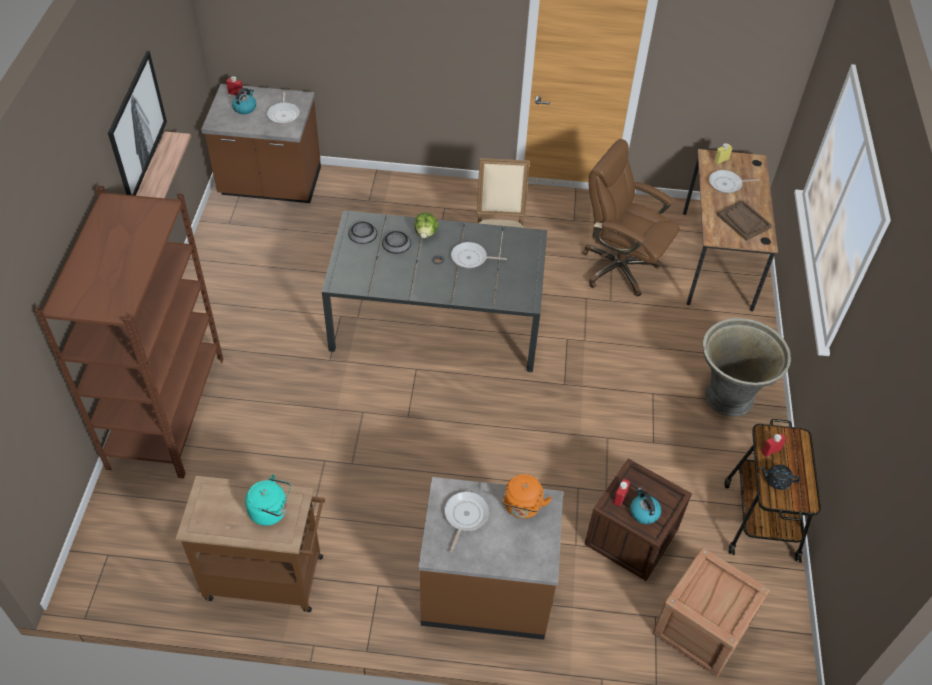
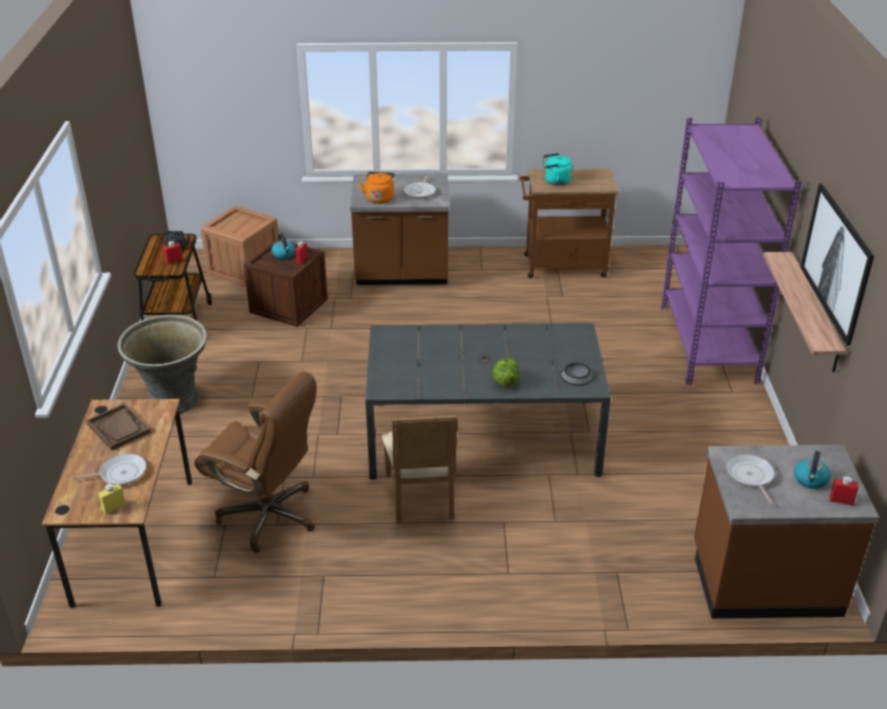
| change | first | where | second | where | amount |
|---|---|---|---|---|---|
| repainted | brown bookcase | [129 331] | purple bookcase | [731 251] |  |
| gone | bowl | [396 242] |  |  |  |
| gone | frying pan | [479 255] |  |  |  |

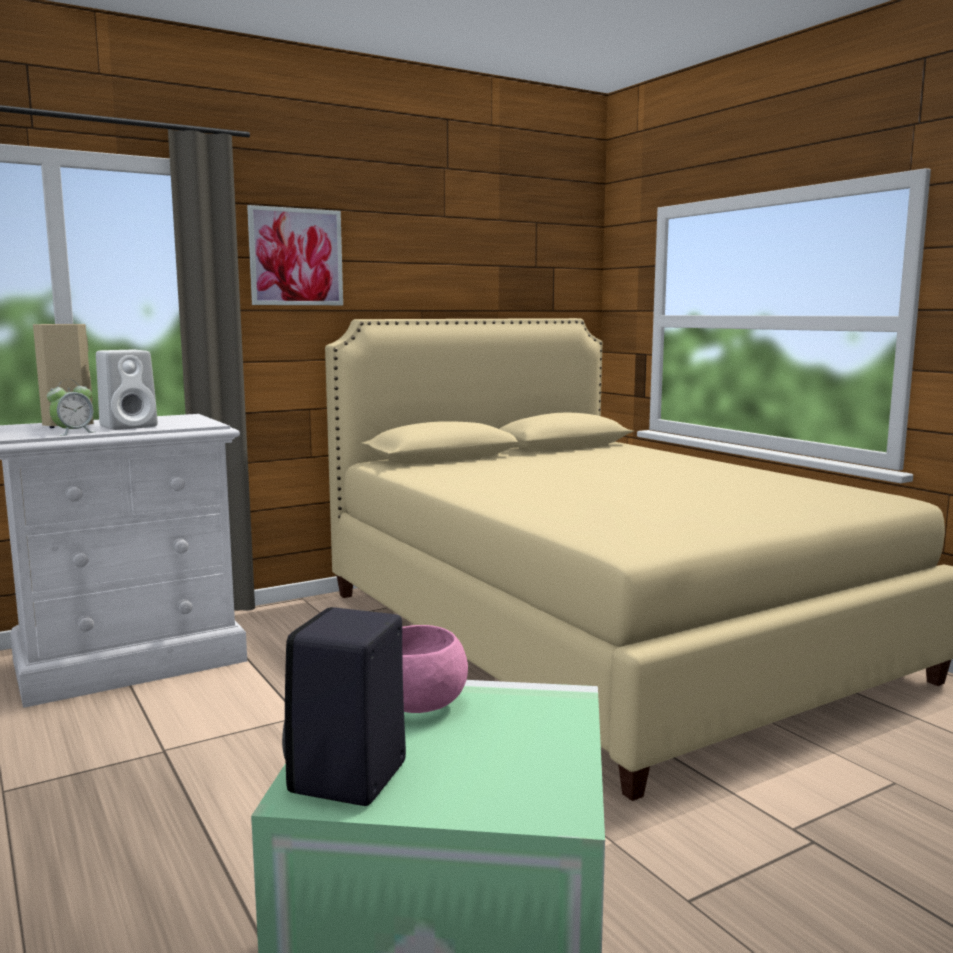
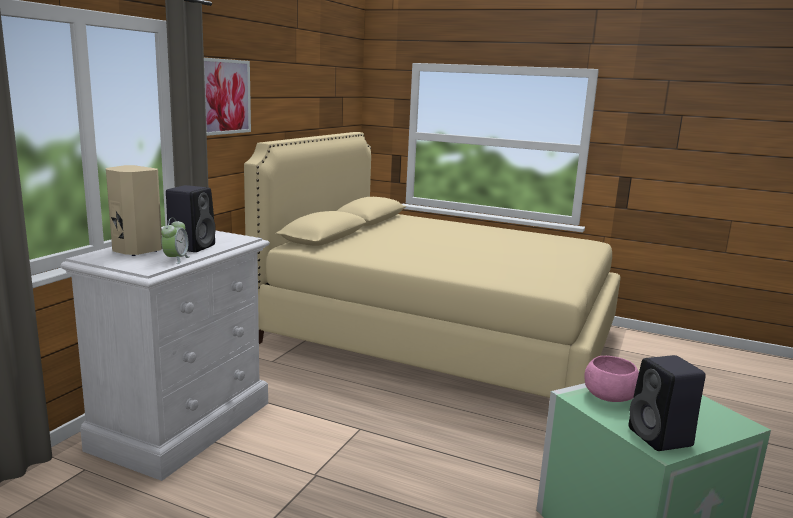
| change | first | where | second | where | amount |
|---|---|---|---|---|---|
| repainted | white speaker | [127 390] | black speaker | [191 218] |  |

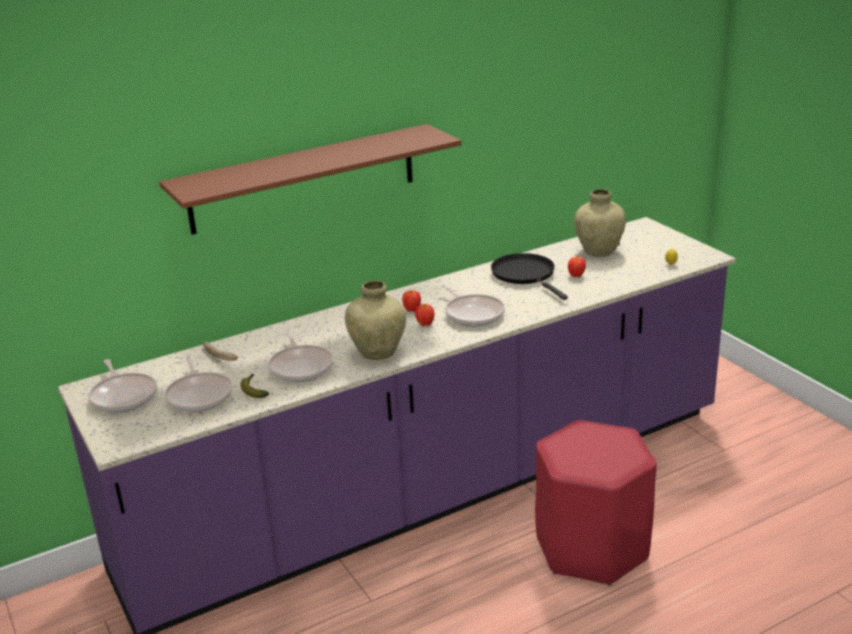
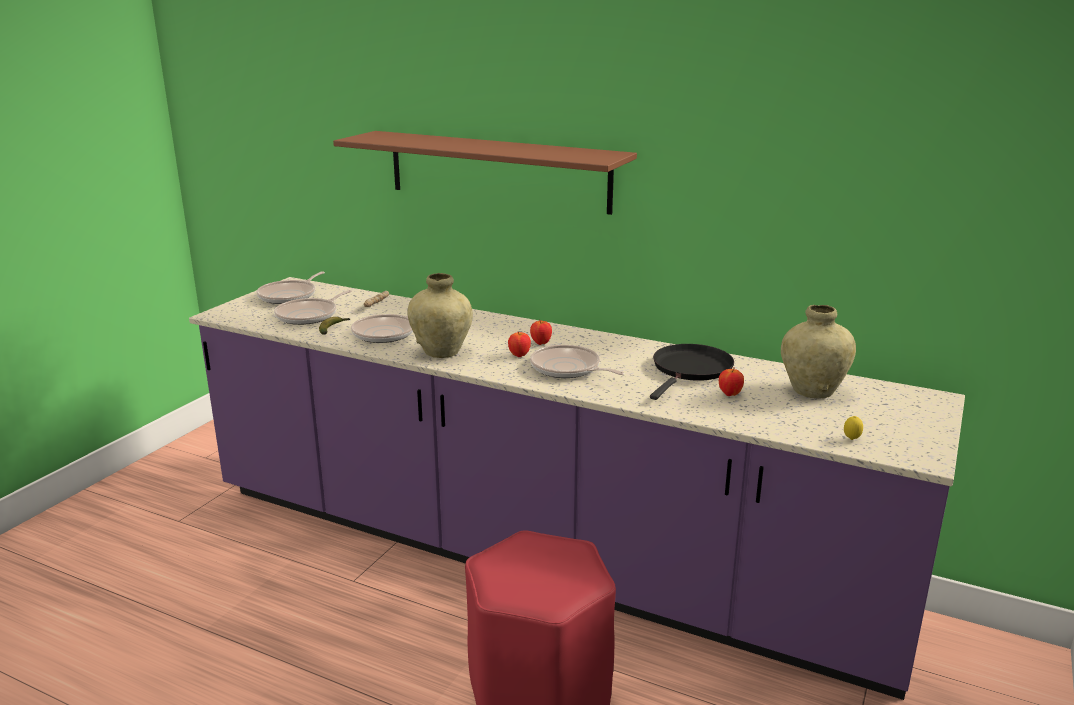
| change | first | where | second | where | amount |
|---|---|---|---|---|---|
| rotated | frying pan | [473 305] |  | [577 361] | 105 degrees clockwise |

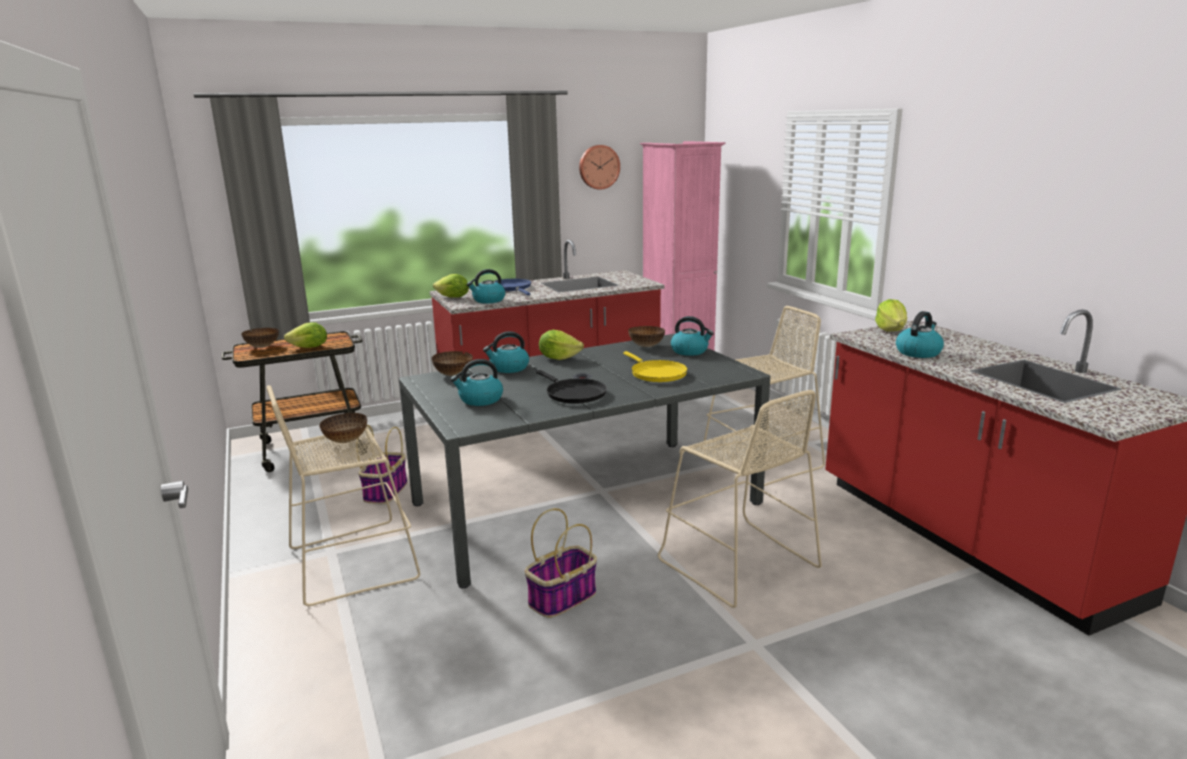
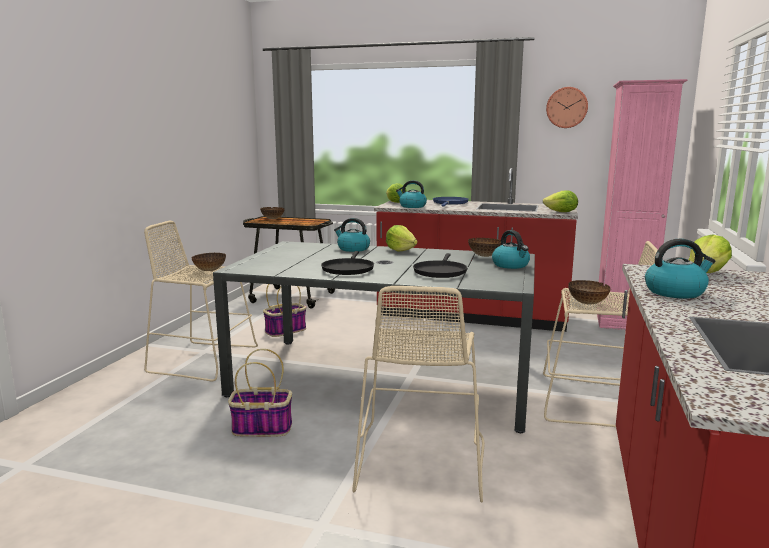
| change | first | where | second | where | amount |
|---|---|---|---|---|---|
| shifted | lettuce | [305 335] |  | [560 201] |  |
| shifted | bowl | [452 363] |  | [589 292] |  |
| repainted | yellow frying pan | [655 366] | black frying pan | [440 265] |  |
| gone | kettle | [476 382] |  |  |  |

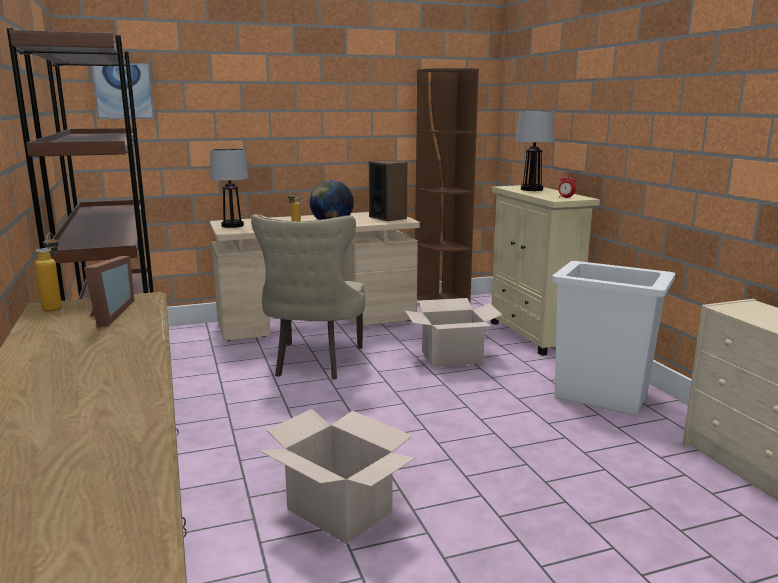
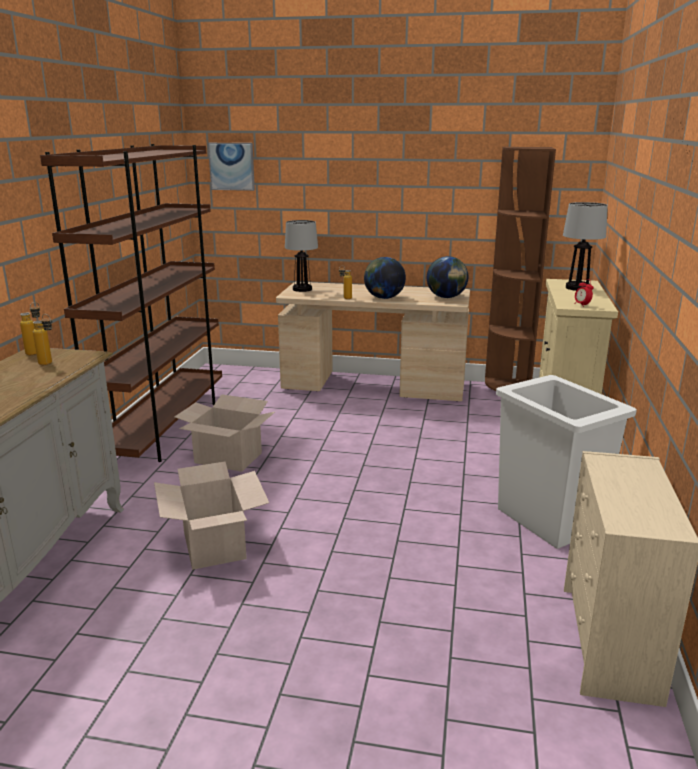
| change | first | where | second | where | amount |
|---|---|---|---|---|---|
| swapped | speaker | [388 190] | globe | [447 277] |  |
| gone | beige chair | [308 296] |  |  |  |
| swapped | picture frame | [109 291] | bottle | [42 339] |  |
| shifted | cardboard box | [453 332] |  | [225 433] |  |

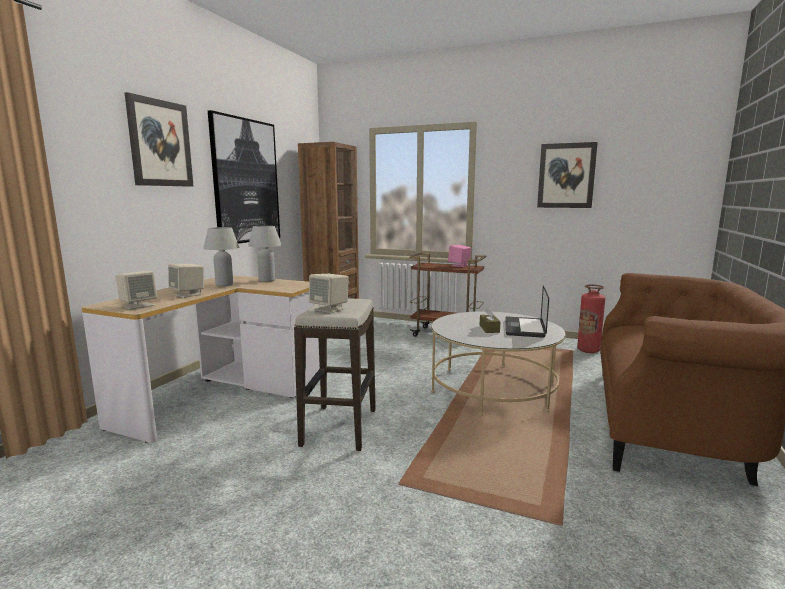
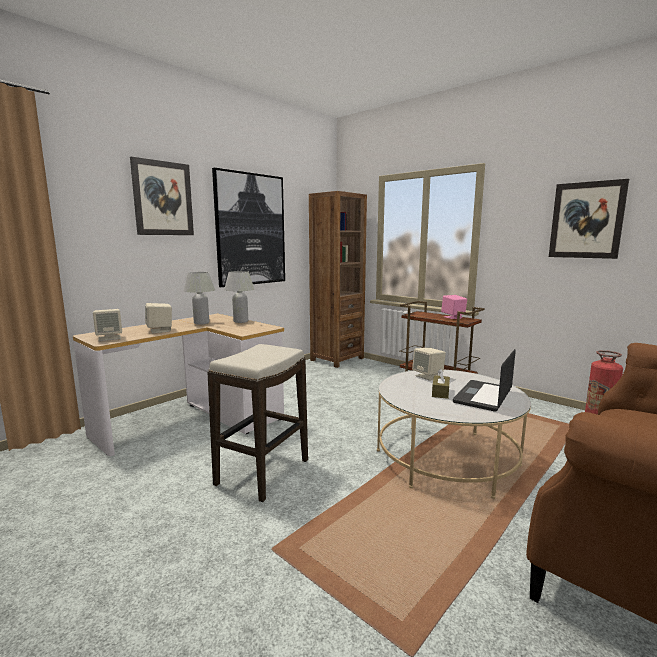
| change | first | where | second | where | amount |
|---|---|---|---|---|---|
| shifted | beige speaker | [329 293] |  | [429 364] |  |

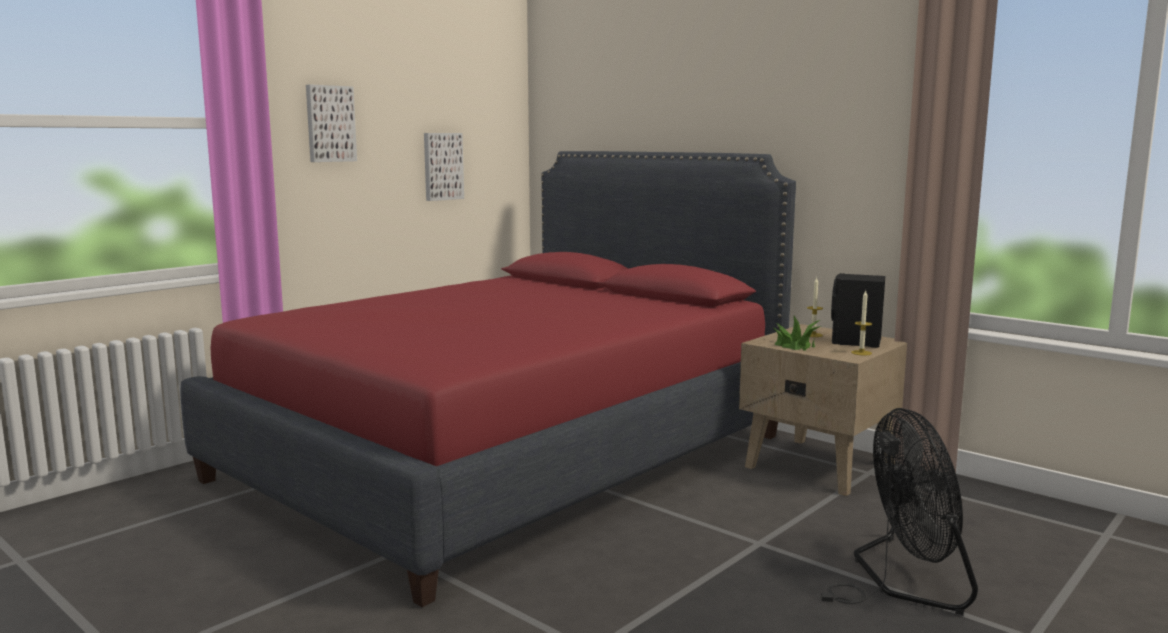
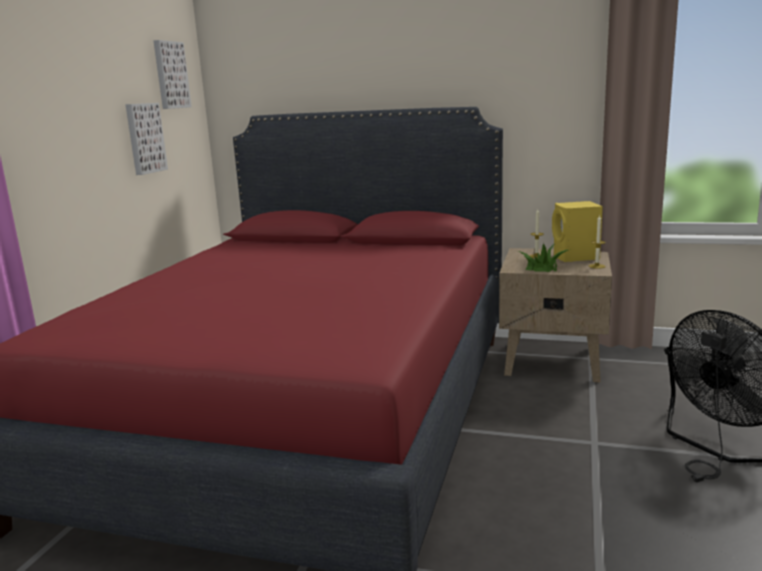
| change | first | where | second | where | amount |
|---|---|---|---|---|---|
| shifted | picture | [331 123] |  | [172 74] |  |
| repainted | black speaker | [858 310] | yellow speaker | [577 231] |  |

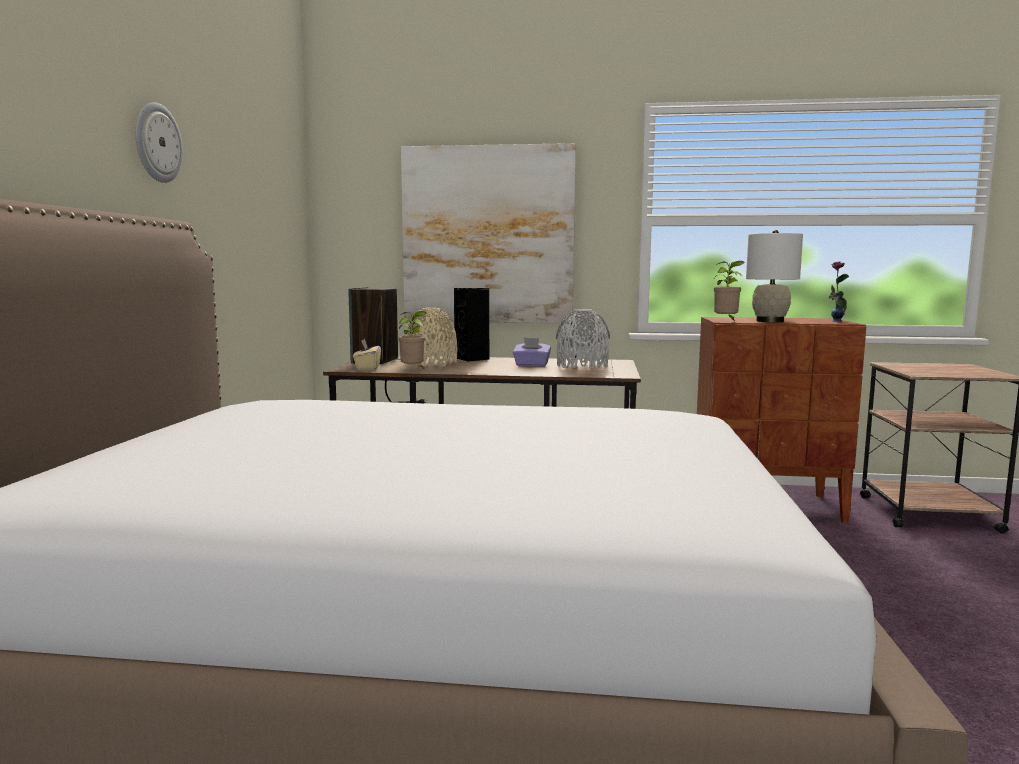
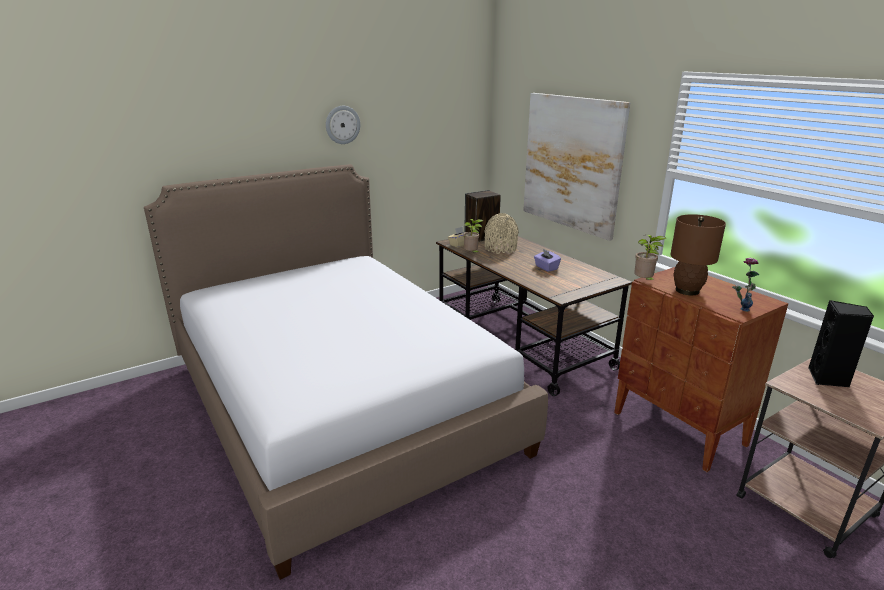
| change | first | where | second | where | amount |
|---|---|---|---|---|---|
| repainted | white table lamp | [774 276] | brown table lamp | [698 254] |  |
| shifted | black speaker | [471 325] |  | [841 343] |  |
| gone | grey vase | [583 339] |  |  |  |

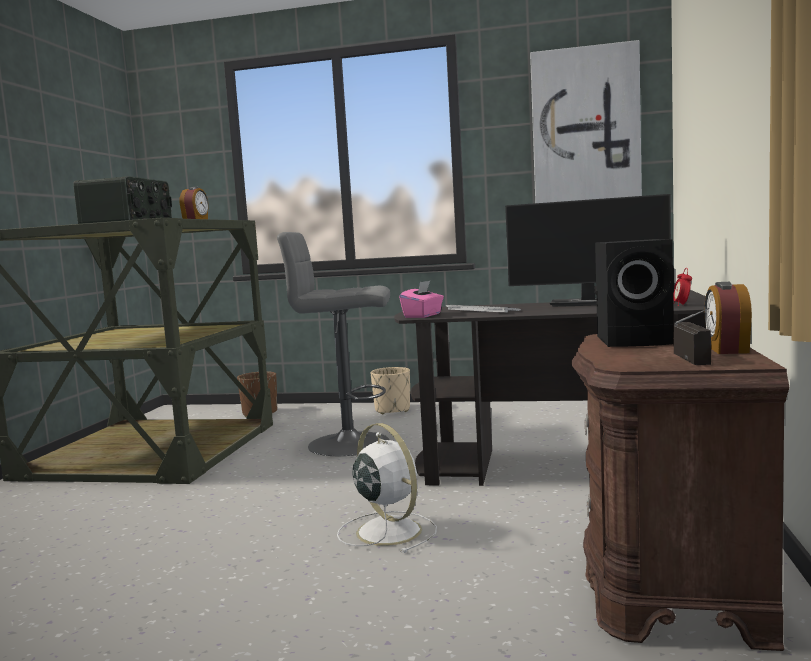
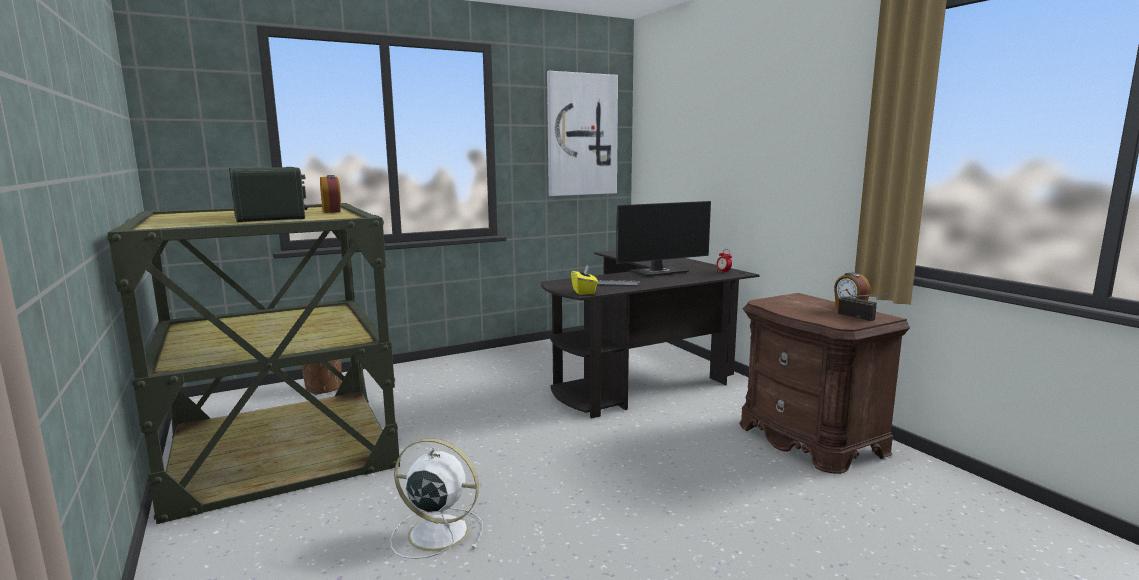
| change | first | where | second | where | amount |
|---|---|---|---|---|---|
| gone | grey stool | [333 344] |  |  |  |
| gone | black speaker | [634 293] |  |  |  |
| repainted | pink tissue box | [421 299] | yellow tissue box | [584 280] |  |
| gone | beige planter | [390 390] |  |  |  |
| shifted | white fan | [387 488] |  | [436 498] |  |

